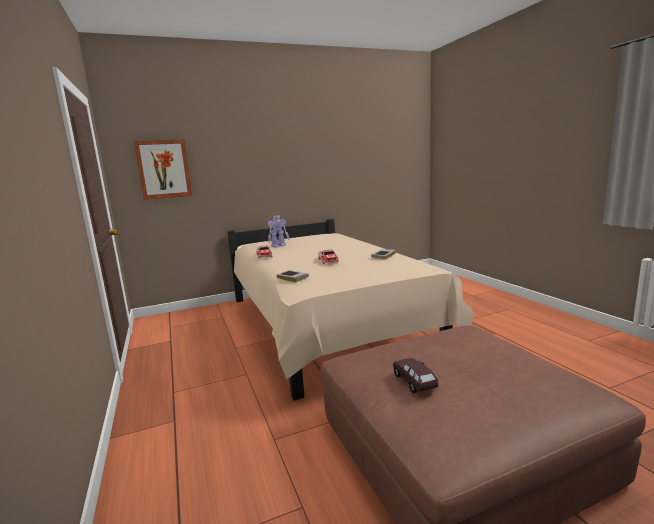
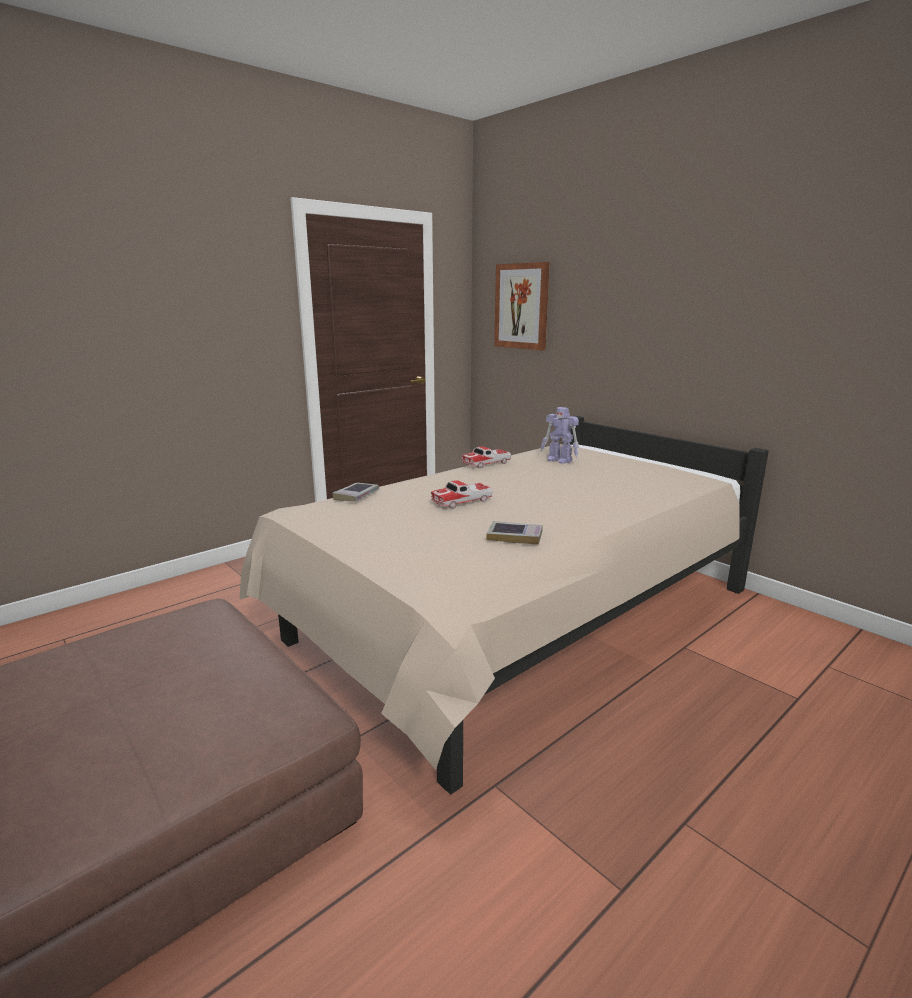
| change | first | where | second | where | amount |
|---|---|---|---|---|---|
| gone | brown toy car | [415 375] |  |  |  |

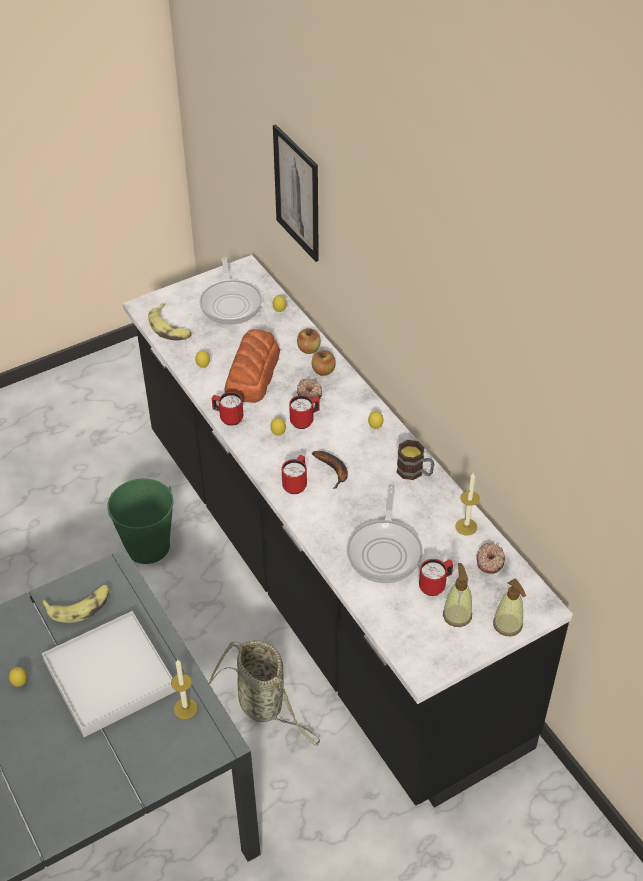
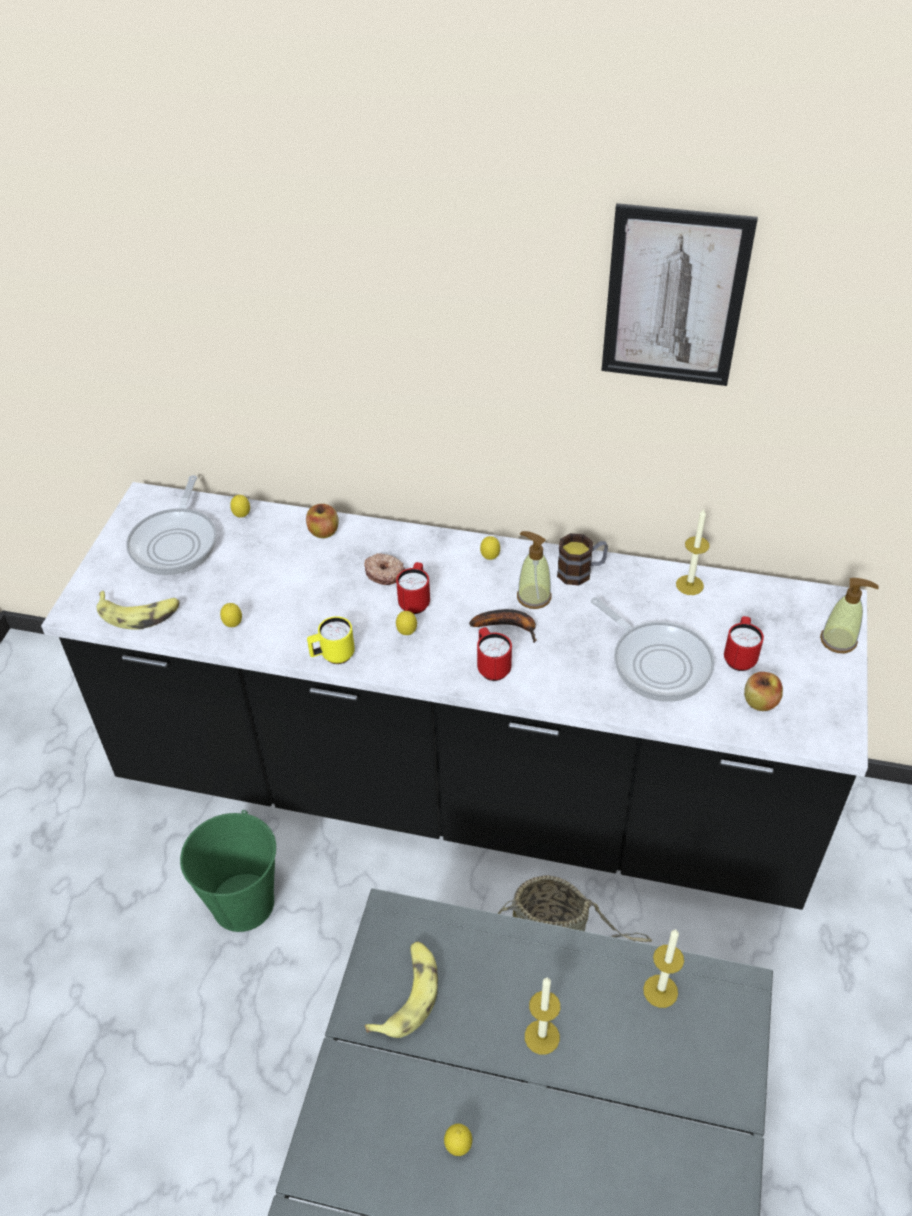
| change | first | where | second | where | amount |
|---|---|---|---|---|---|
| shifted | picture | [296 193] |  | [679 294] |  |
| rotated | frying pan | [231 291] |  | [171 525] | 60 degrees clockwise |
| gone | bread | [252 366] |  |  |  |
| shifted | apple | [324 363] |  | [763 691] |  |
| repainted | red mug | [227 409] | yellow mug | [331 640] |  |
| gone | donut | [490 558] |  |  |  |
| shifted | soap dispenser | [457 595] |  | [534 570] |  |
| swapped | white tray | [109 674] | candle | [542 1016] |  |

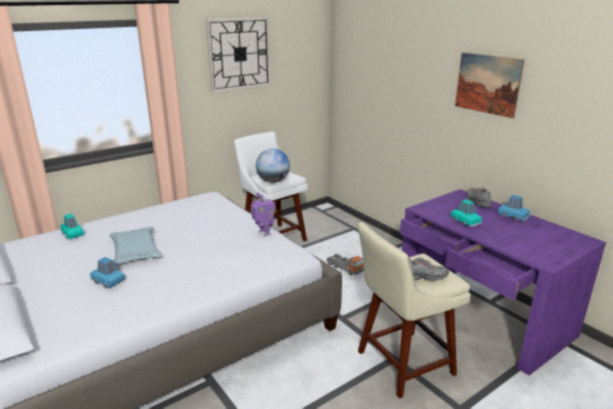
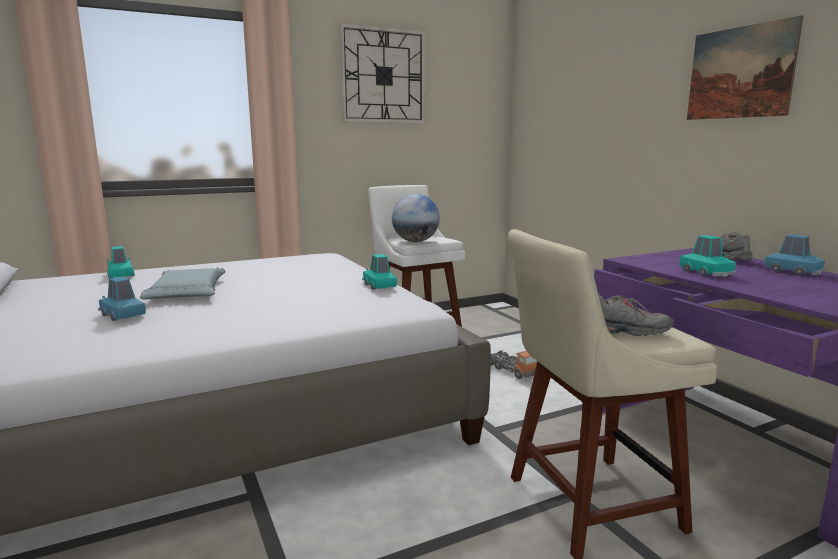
| change | first | where | second | where | amount |
|---|---|---|---|---|---|
| swapped | toy robot | [263 214] | turquoise toy car | [379 271] |  |

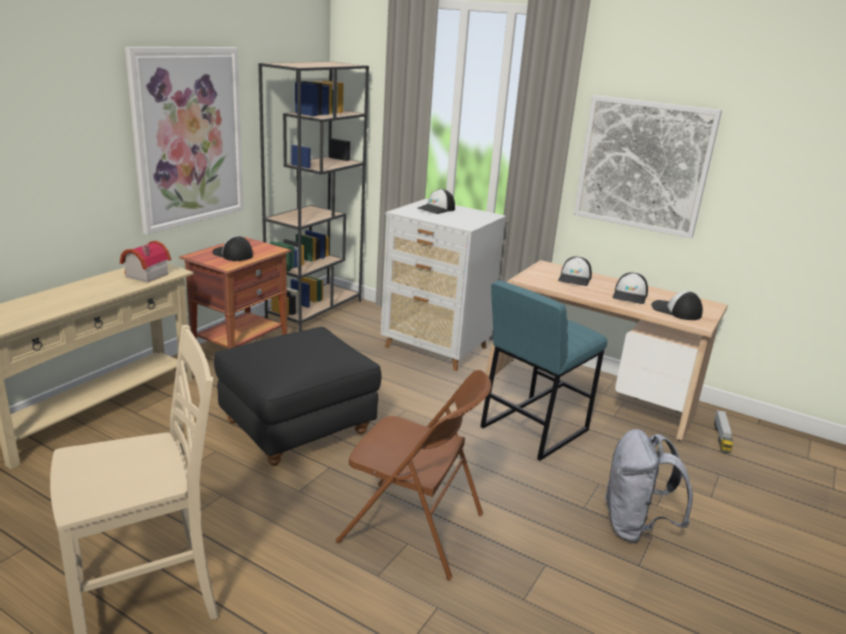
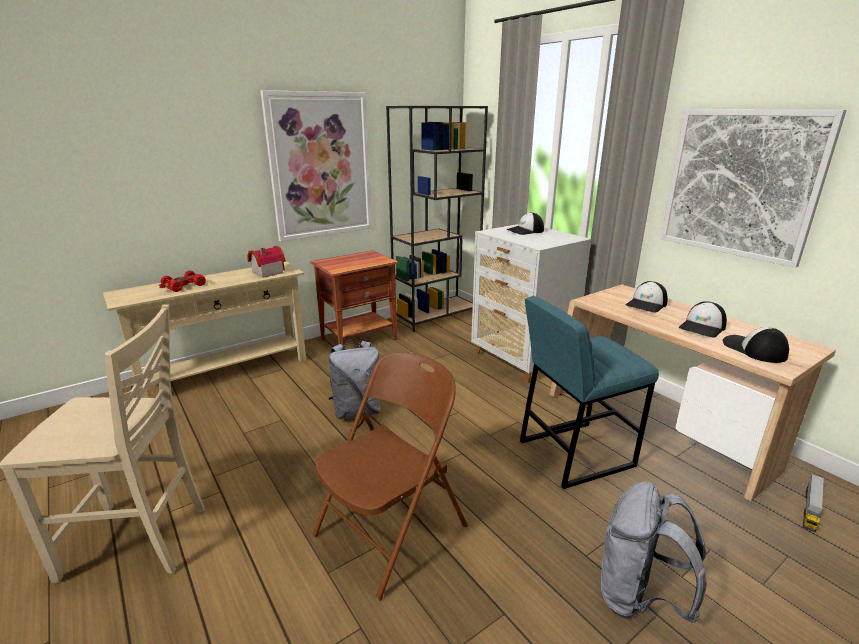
| change | first | where | second | where | amount |
|---|---|---|---|---|---|
| gone | cap | [232 248] |  |  |  |
| swapped | black ottoman | [298 396] | grey backpack | [355 380] |  |
| rotated | brown chair | [413 475] |  | [390 477] | 90 degrees counterclockwise |
| new |  |  | red toy car | [182 281] |  |

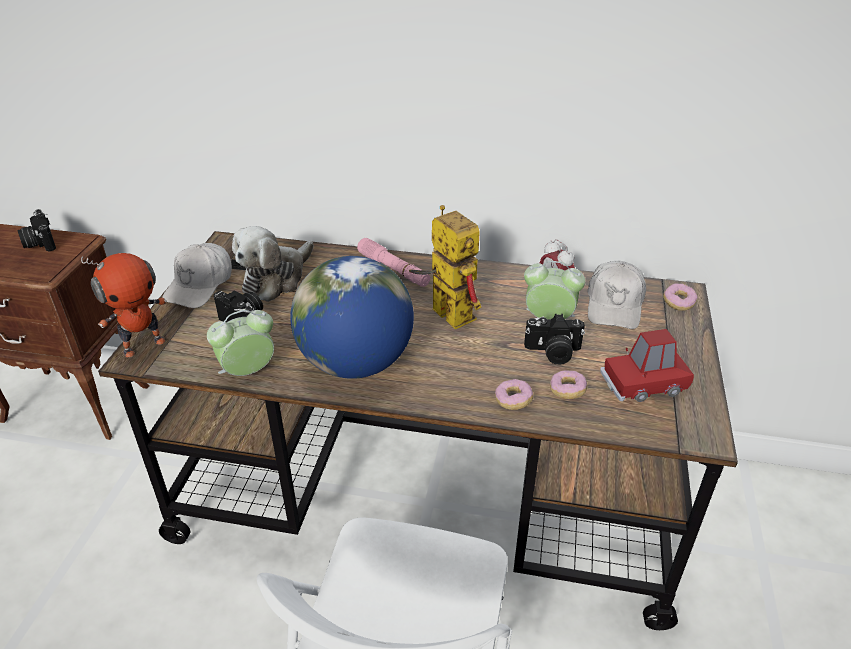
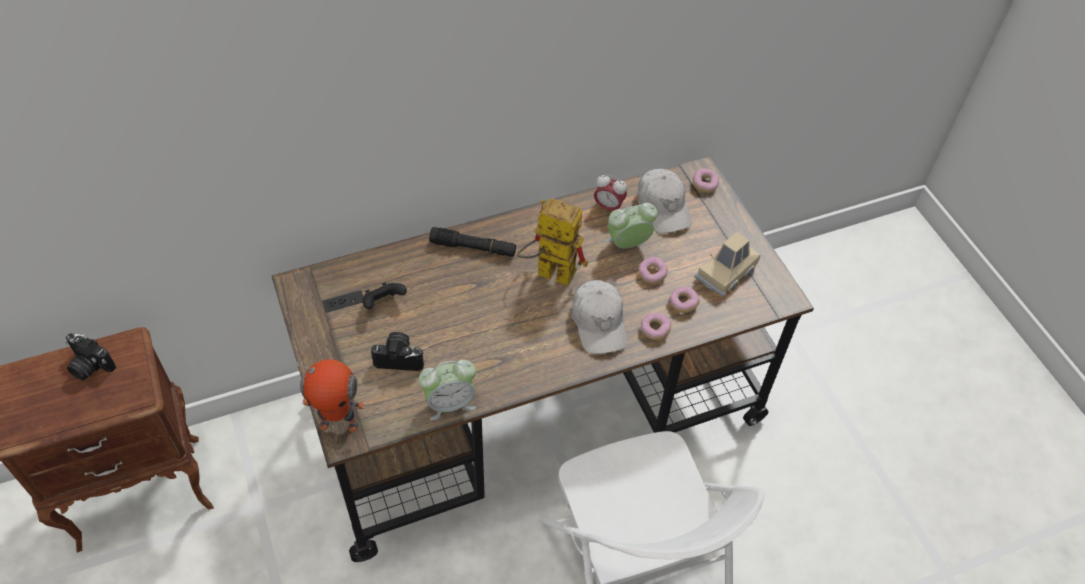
| change | first | where | second | where | amount |
|---|---|---|---|---|---|
| swapped | plush toy | [273 264] | black game controller | [384 296] |  |
| repainted | pink flashlight | [393 262] | black flashlight | [472 242] |  |
| shifted | white cap | [197 275] |  | [599 317] |  |
| rotated | toy robot | [124 305] |  | [331 395] | 75 degrees clockwise |
| gone | globe | [352 317] |  |  |  |
| rotated | alarm clock | [240 343] |  | [447 390] | 135 degrees counterclockwise |
| swapped | photo camera | [554 339] | donut | [653 270] |  |
| repainted | red toy car | [647 365] | beige toy car | [727 264] |  |

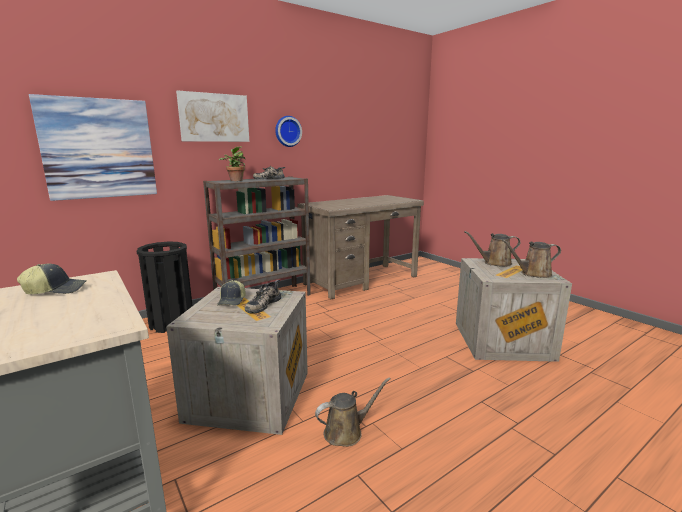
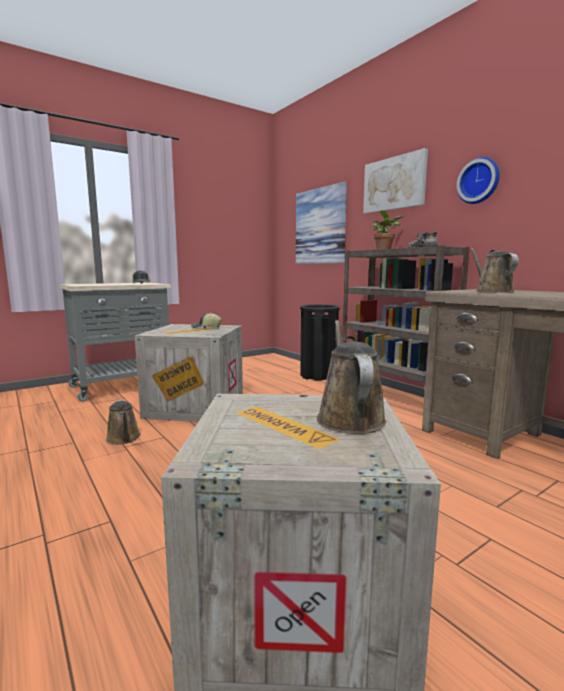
| change | first | where | second | where | amount |
|---|---|---|---|---|---|
| shifted | brown watering can | [531 258] |  | [494 270] |  |
| gone | shoe | [263 296] |  |  |  |

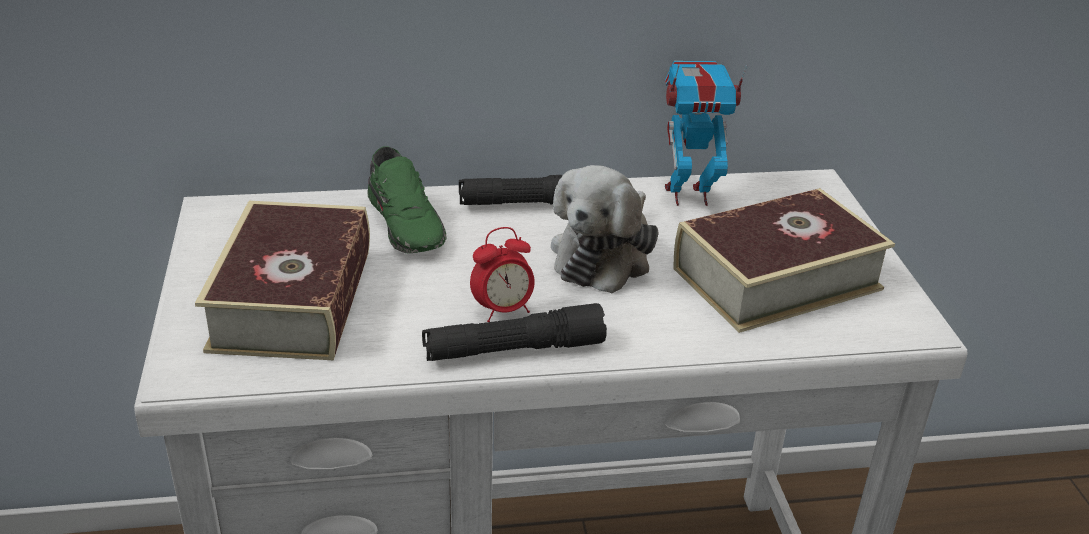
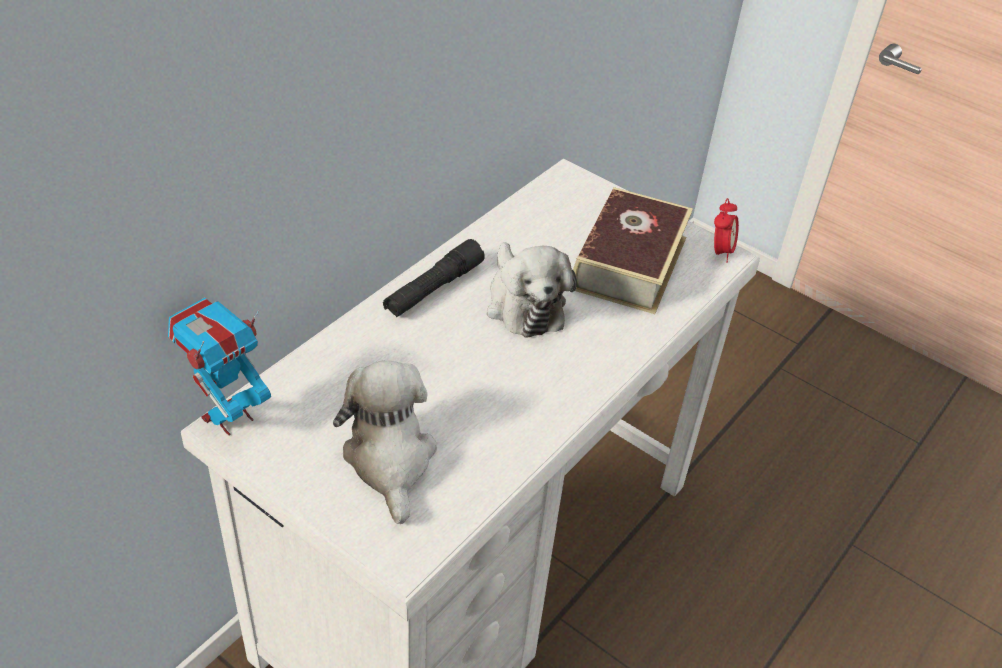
| change | first | where | second | where | amount |
|---|---|---|---|---|---|
| shifted | toy robot | [706 133] |  | [219 367] |  |
| gone | green shoe | [407 199] |  |  |  |
| swapped | book | [282 280] | plush toy | [385 442] |  |
| shifted | alarm clock | [502 275] |  | [726 230] |  |
| gone | black flashlight | [514 332] |  |  |  |

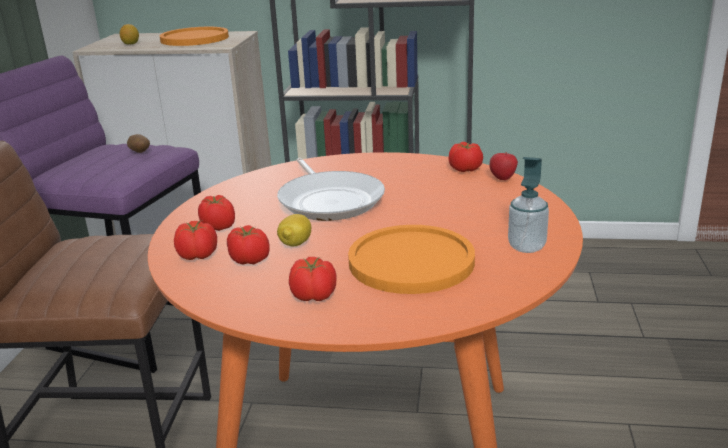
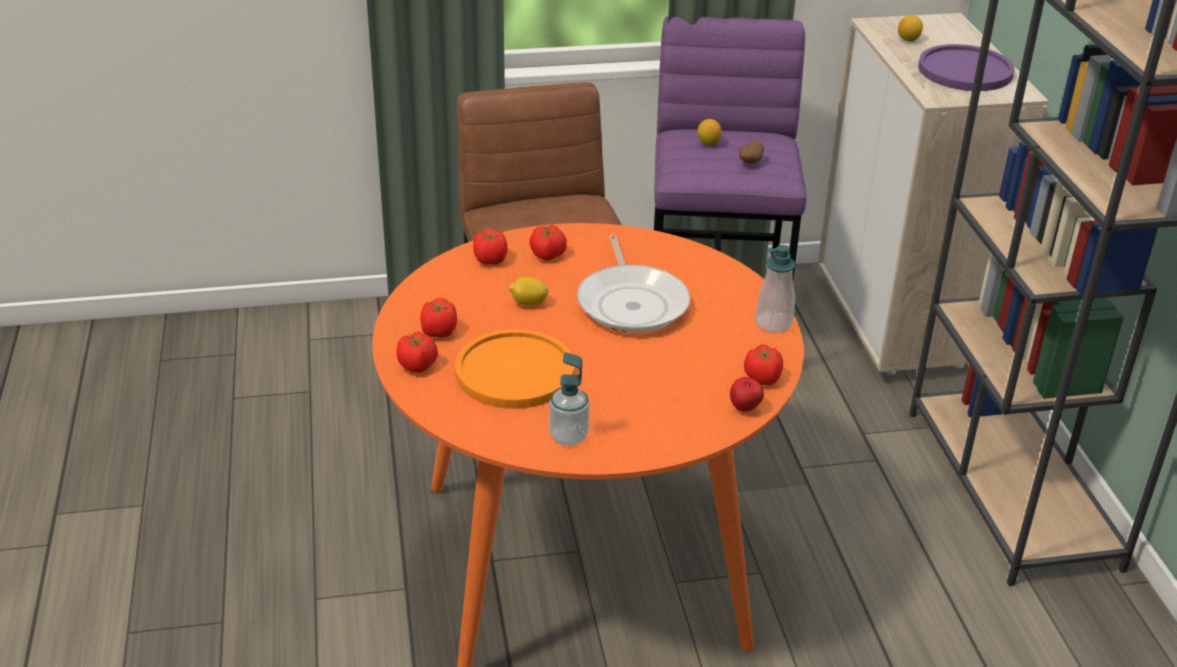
| change | first | where | second | where | amount |
|---|---|---|---|---|---|
| repainted | orange plate | [194 36] | purple plate | [966 67] |  |
| rotated | frying pan | [331 189] |  | [633 284] | 60 degrees counterclockwise |
| shifted | tomato | [248 245] |  | [417 352] |  |
| new |  |  | lemon | [709 132] |  |
| new |  |  | soap dispenser | [775 289] |  |

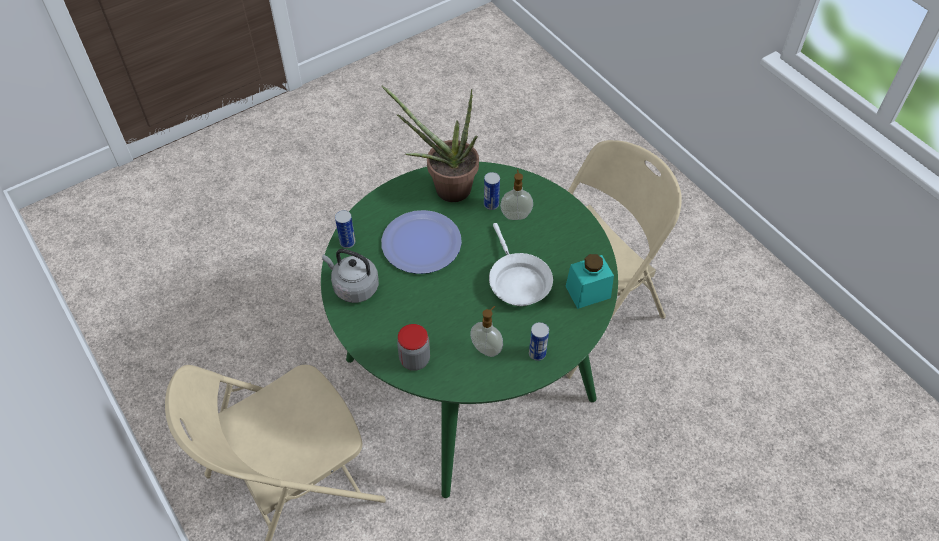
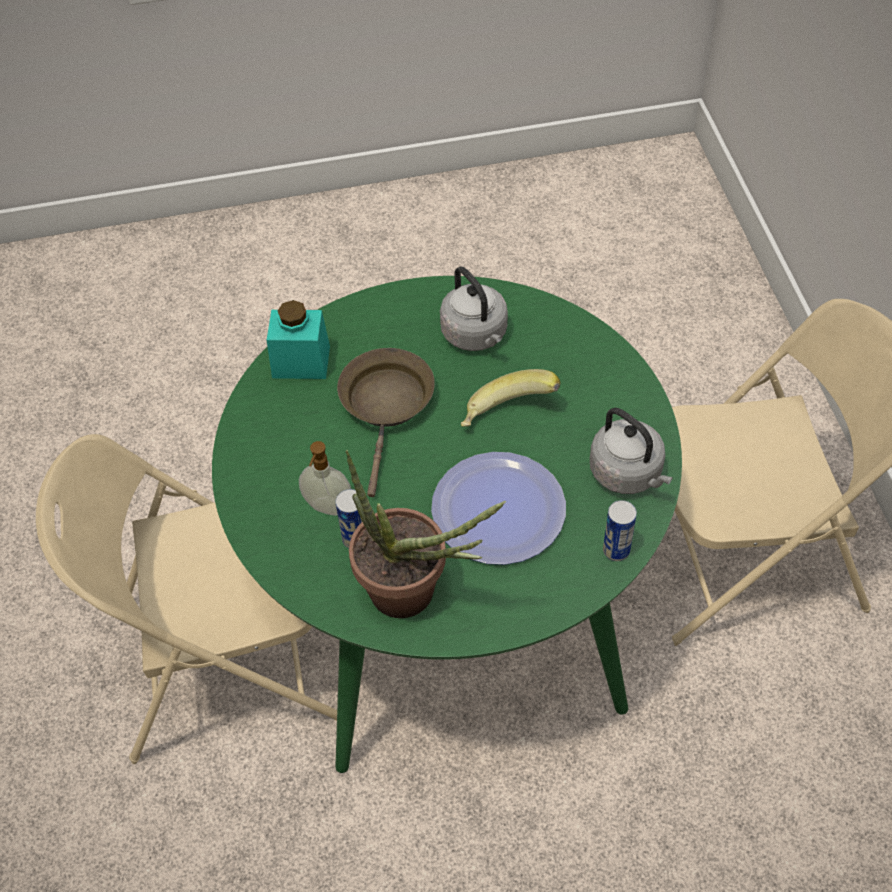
| change | first | where | second | where | amount |
|---|---|---|---|---|---|
| repainted | white frying pan | [521 264] | brown frying pan | [386 422] |  |
| swapped | soap dispenser | [486 331] | grey kettle | [474 308] |  |
| gone | can | [539 341] |  |  |  |
| gone | jar | [413 347] |  |  |  |
| new |  |  | banana | [510 398] |  |

